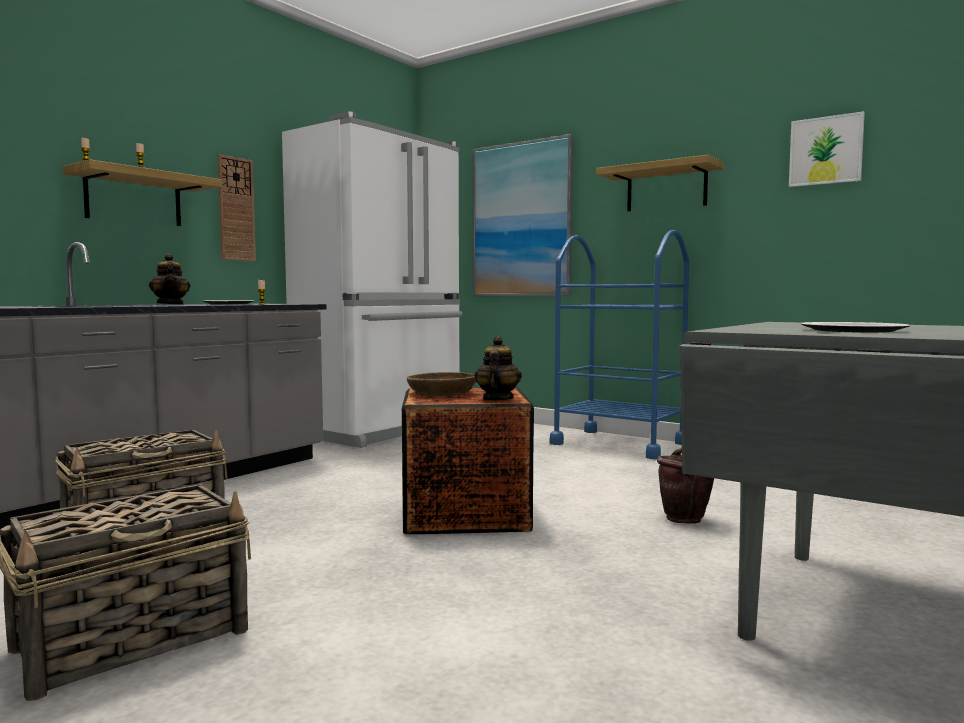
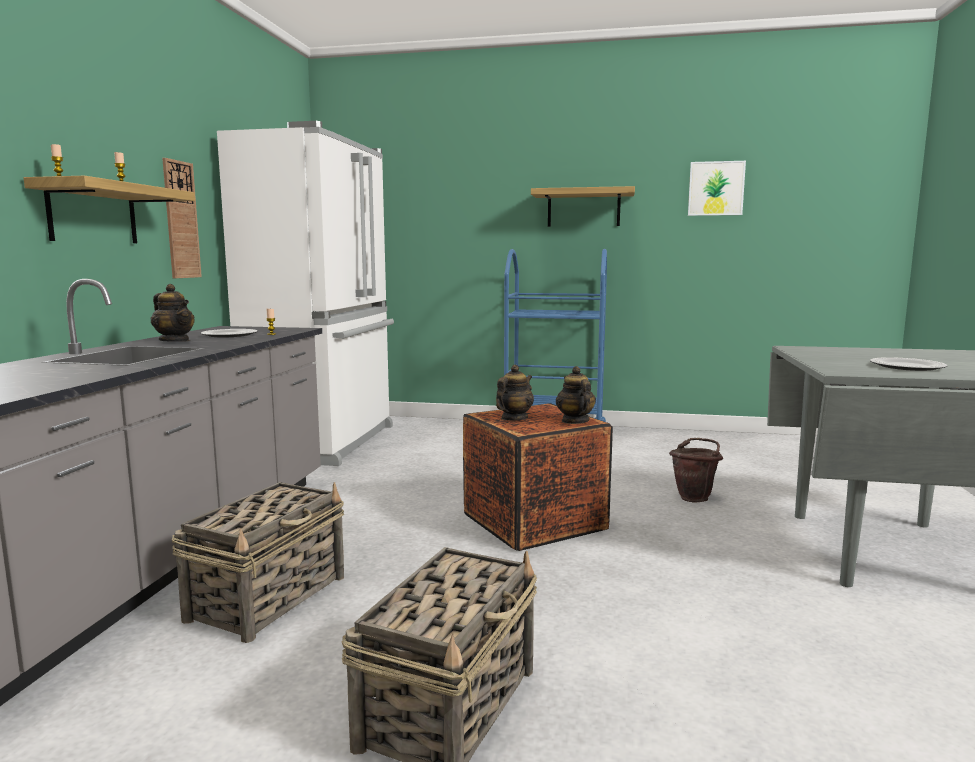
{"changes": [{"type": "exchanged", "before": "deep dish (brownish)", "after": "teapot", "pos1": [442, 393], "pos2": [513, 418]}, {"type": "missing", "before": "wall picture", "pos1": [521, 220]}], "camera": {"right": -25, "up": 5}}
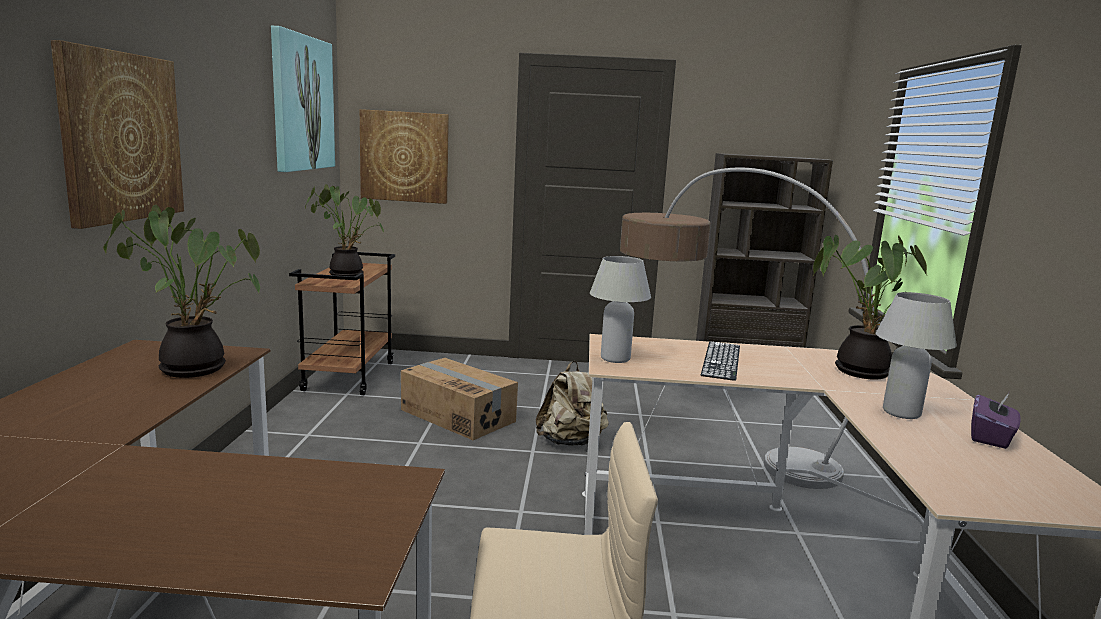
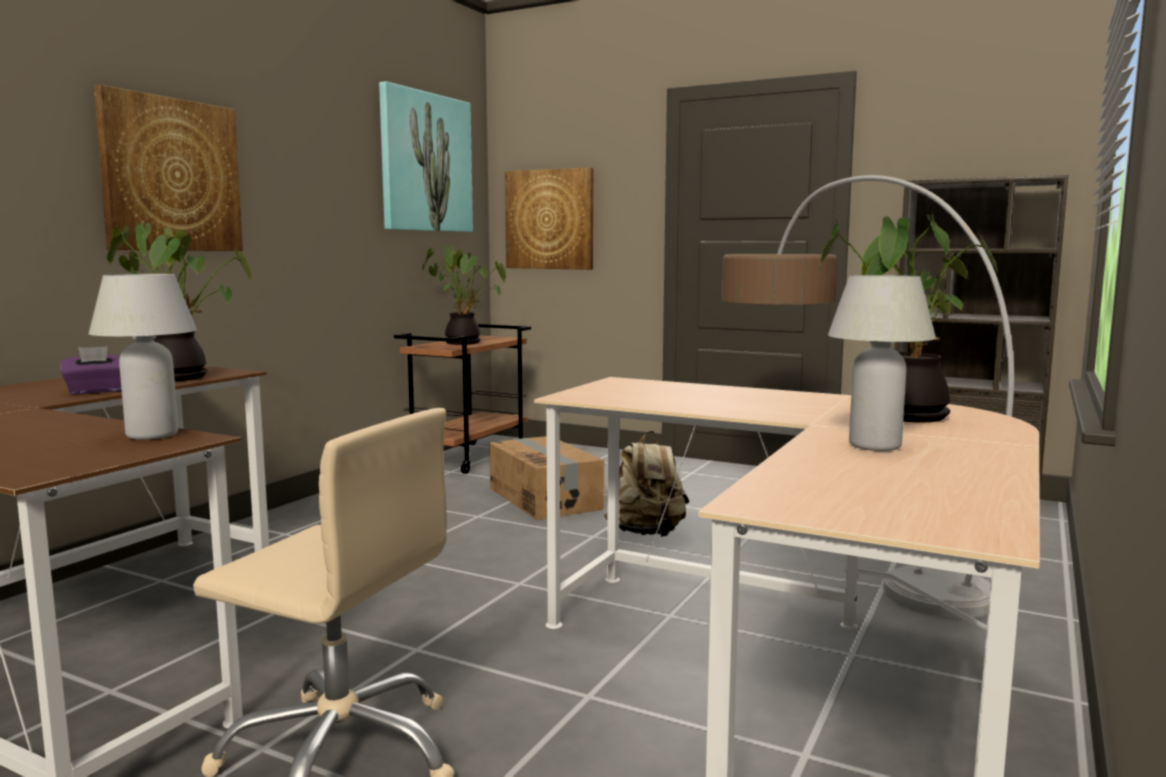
{"changes": [{"type": "relocated", "before": "lamp for a table (whitish)", "pos1": [615, 358], "pos2": [152, 435]}, {"type": "missing", "before": "keyboard", "pos1": [721, 360]}, {"type": "relocated", "before": "tissue holder (purplish)", "pos1": [990, 437], "pos2": [96, 391]}], "camera": {"right": 25, "up": -5}}
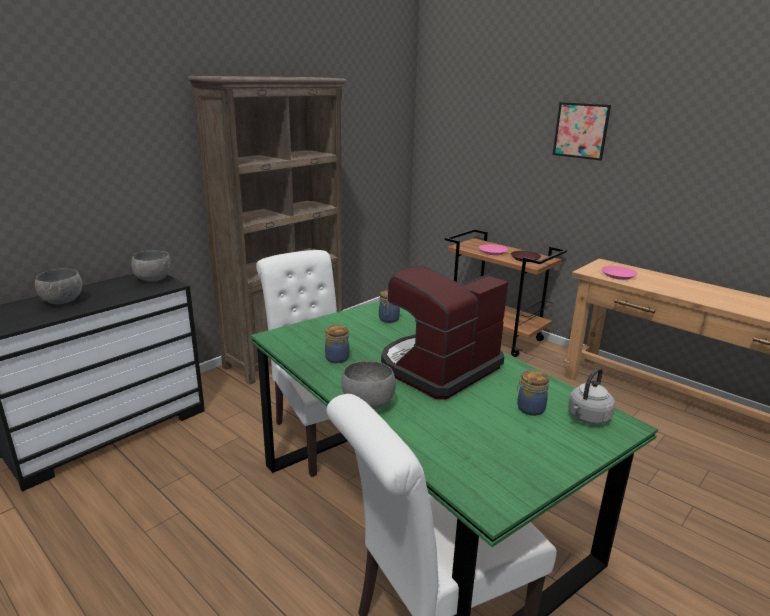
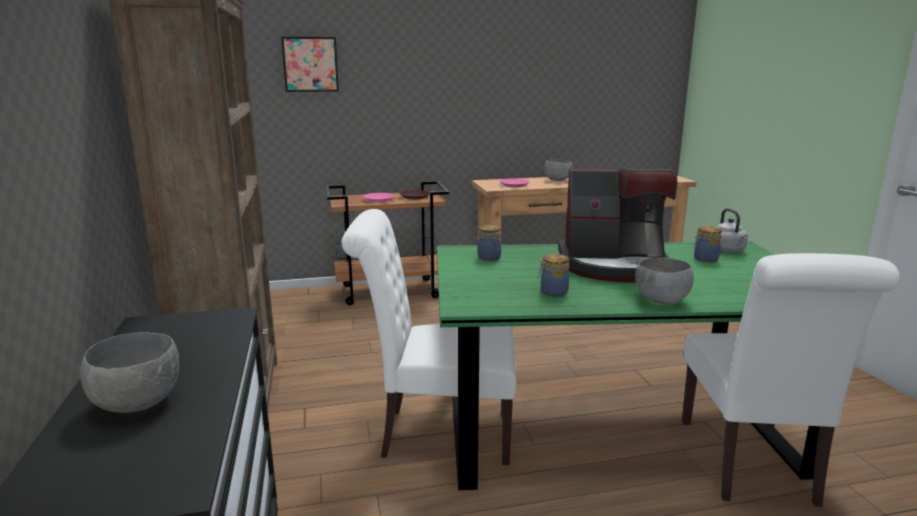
{"changes": [{"type": "relocated", "before": "deep dish (gray)", "pos1": [154, 279], "pos2": [557, 180]}, {"type": "spun", "before": "coffee brewer", "pos1": [438, 368], "pos2": [614, 266], "turn": -75}, {"type": "relocated", "before": "wall picture", "pos1": [581, 130], "pos2": [310, 64]}], "camera": {"right": -55, "up": -5}}
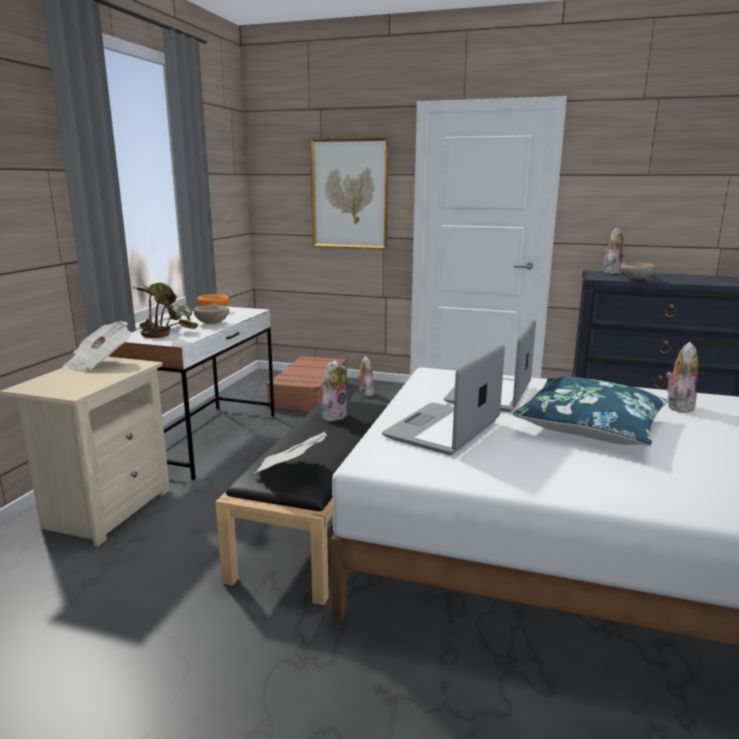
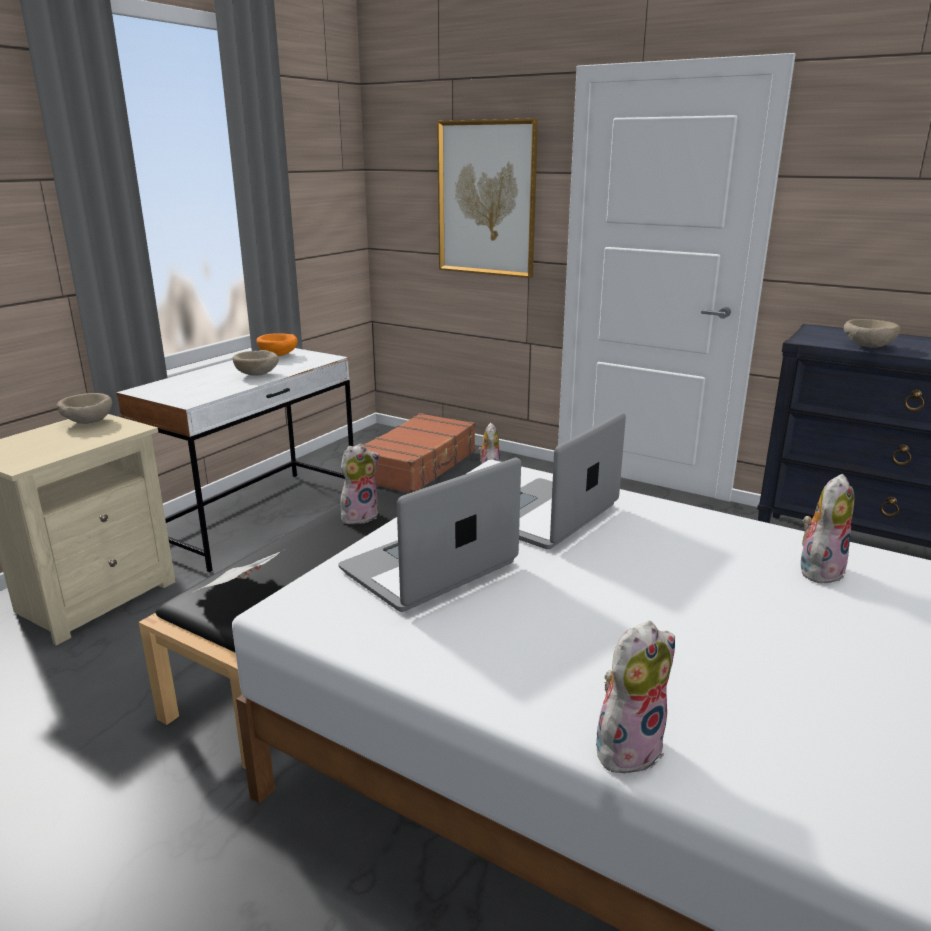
{"changes": [{"type": "exchanged", "before": "newspaper", "after": "deep dish (beige)", "pos1": [99, 363], "pos2": [87, 423]}, {"type": "missing", "before": "houseplant", "pos1": [166, 330]}, {"type": "missing", "before": "pillow (blue-coloured)", "pos1": [590, 426]}, {"type": "relocated", "before": "plush toy", "pos1": [611, 272], "pos2": [628, 746]}], "camera": {"right": 15, "up": 5}}
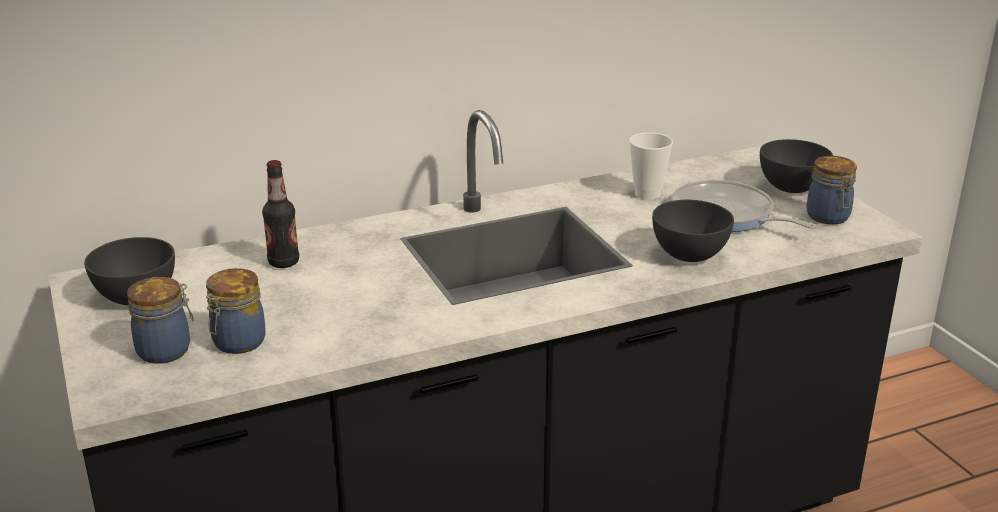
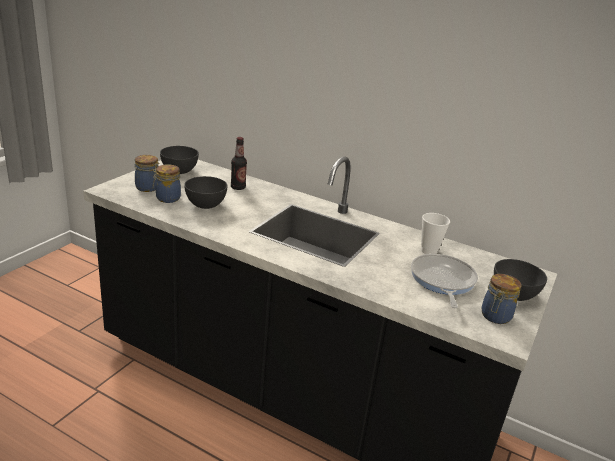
{"changes": [{"type": "relocated", "before": "deep dish (gray)", "pos1": [689, 255], "pos2": [205, 205]}], "camera": {"right": 50, "up": 0}}
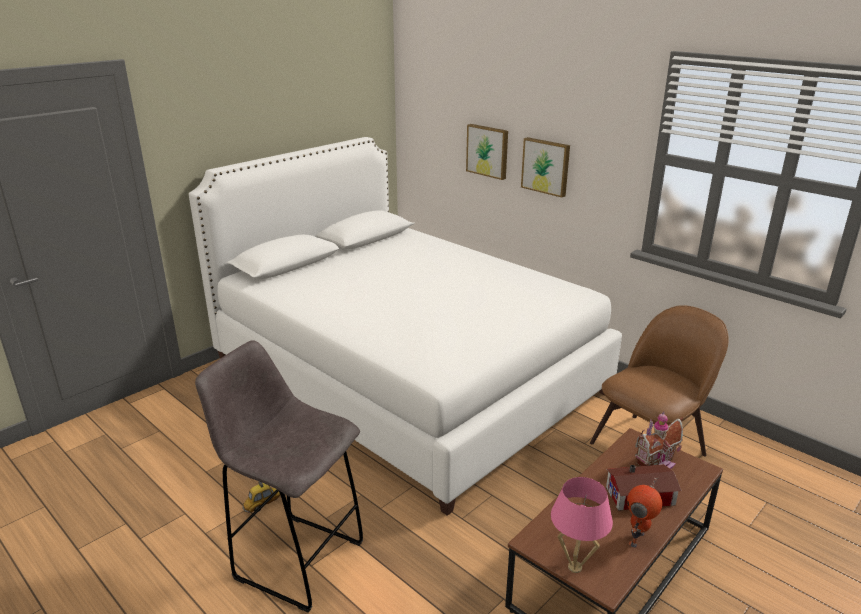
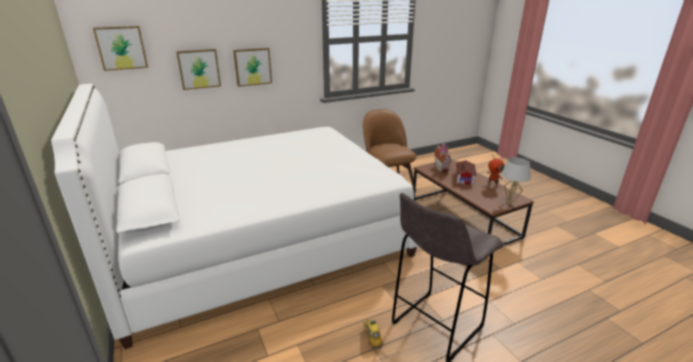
{"changes": [{"type": "colour", "before": "lamp for a table (pink)", "after": "lamp for a table (whitish)", "pos1": [575, 567], "pos2": [509, 203]}, {"type": "appeared", "after": "wall picture", "pos2": [121, 48]}], "camera": {"right": -70, "up": 0}}
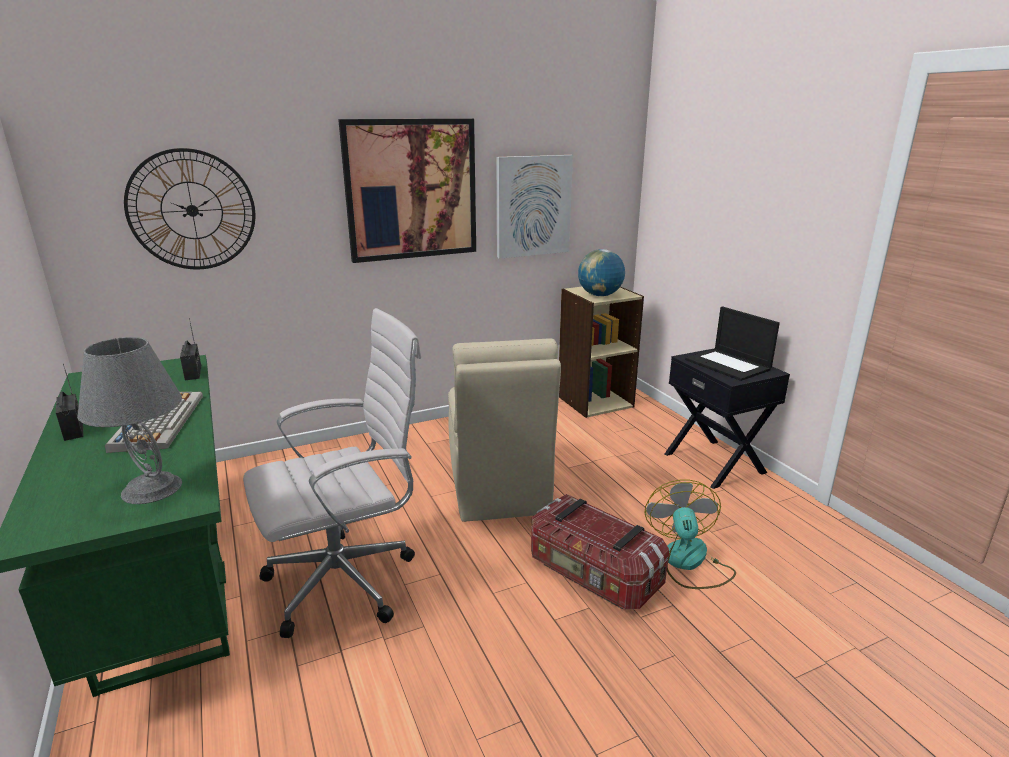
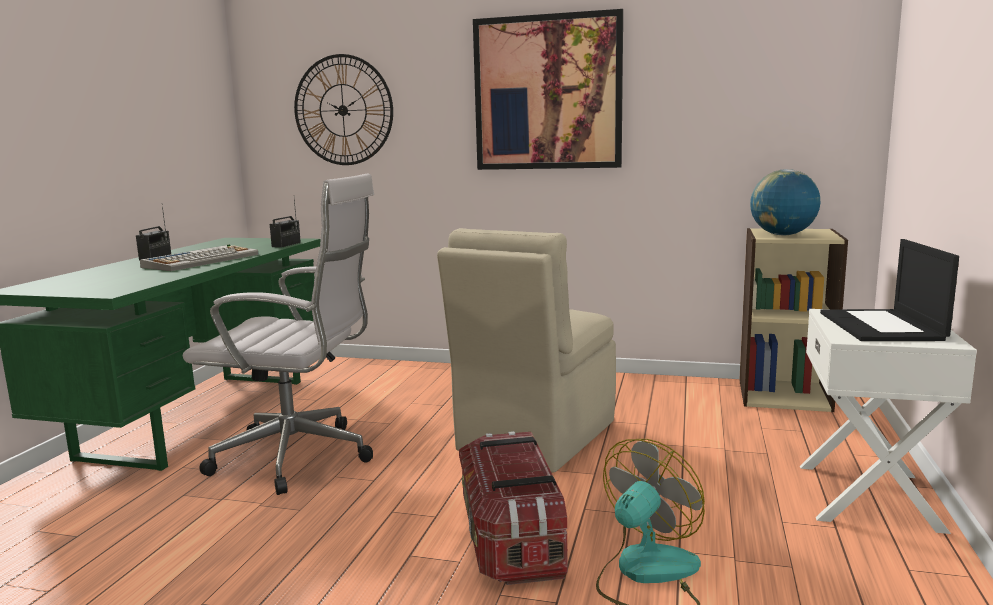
{"changes": [{"type": "missing", "before": "lamp for a table (gray)", "pos1": [151, 488]}, {"type": "missing", "before": "wall picture", "pos1": [533, 206]}, {"type": "colour", "before": "nightstand (black-coloured)", "after": "nightstand (whitish)", "pos1": [715, 463], "pos2": [870, 497]}], "camera": {"right": 40, "up": -10}}
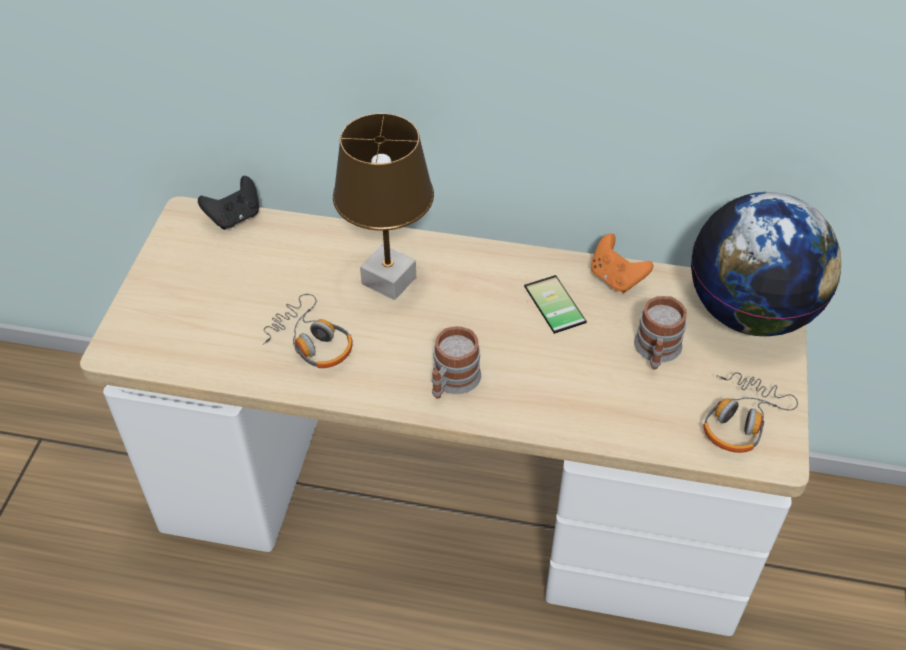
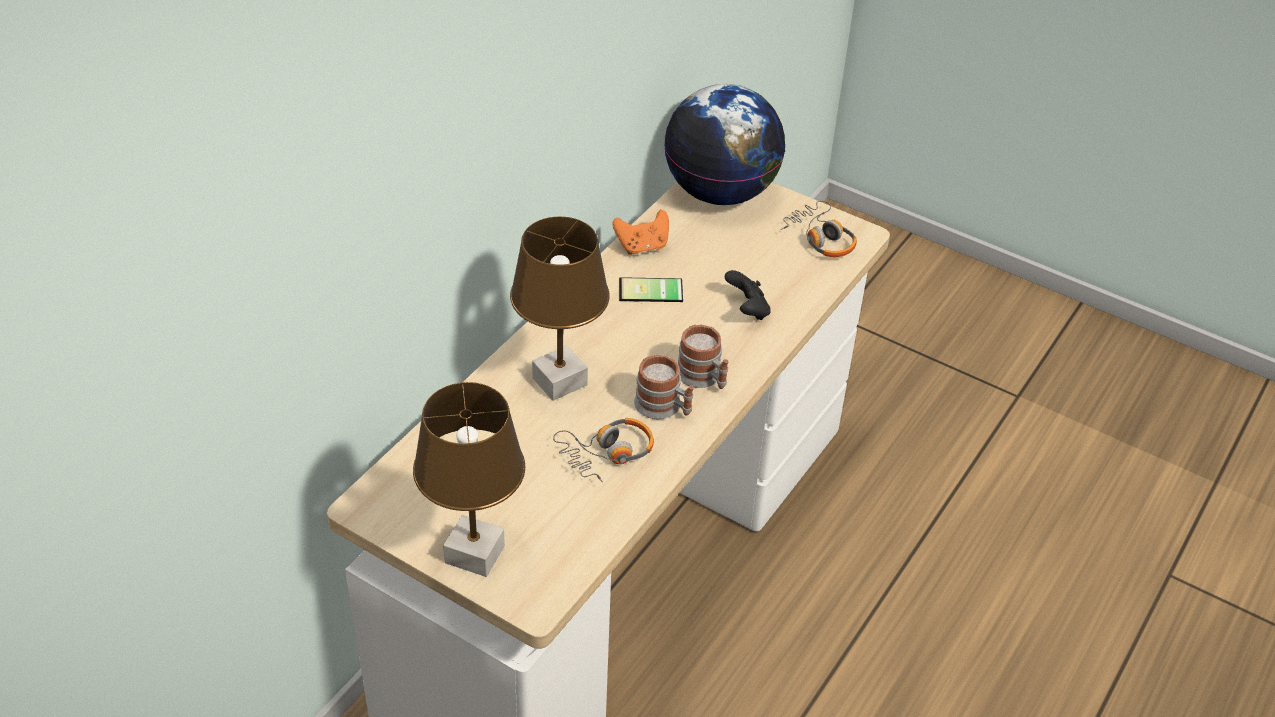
{"changes": [{"type": "relocated", "before": "joypad (black-coloured)", "pos1": [235, 217], "pos2": [747, 310]}, {"type": "relocated", "before": "coffee mug", "pos1": [656, 351], "pos2": [664, 407]}, {"type": "appeared", "after": "lamp for a table (brownish)", "pos2": [475, 554]}], "camera": {"right": -70, "up": -5}}
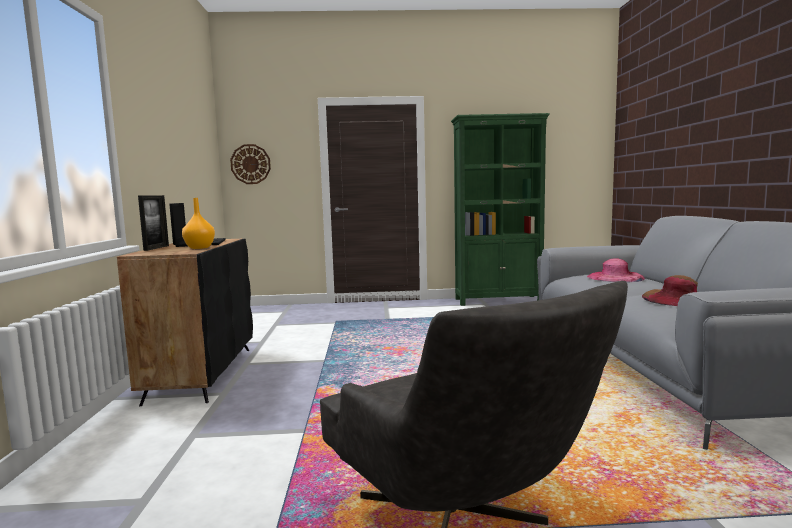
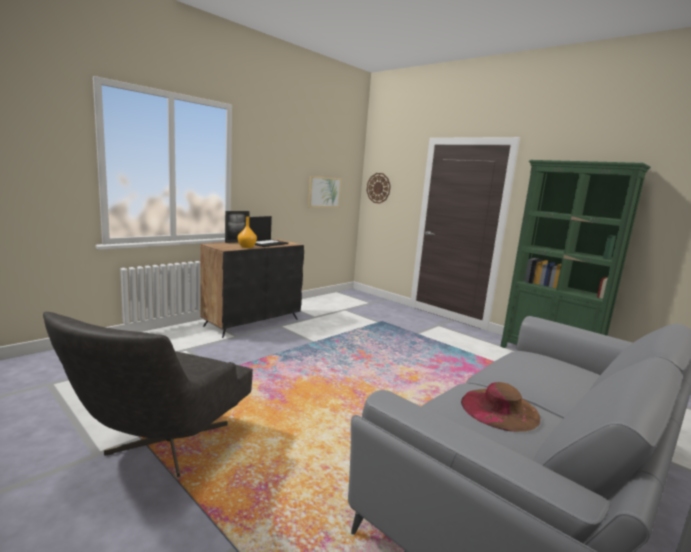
{"changes": [{"type": "missing", "before": "hat (pink)", "pos1": [615, 277]}, {"type": "appeared", "after": "wall picture", "pos2": [324, 192]}], "camera": {"right": 45, "up": 5}}
